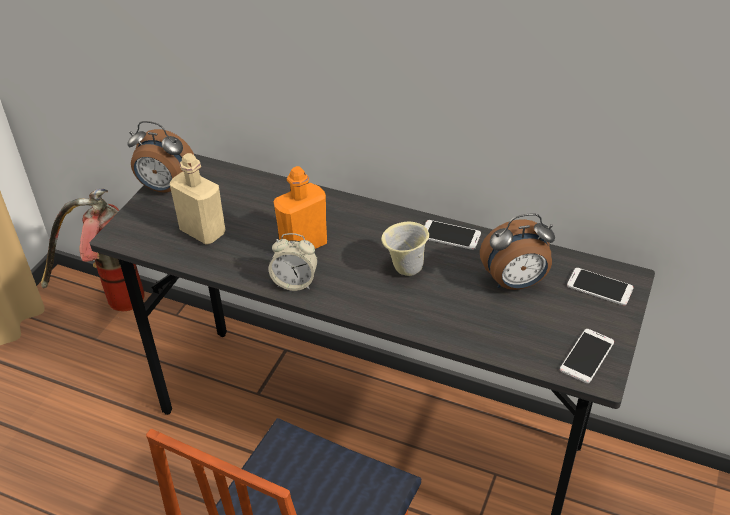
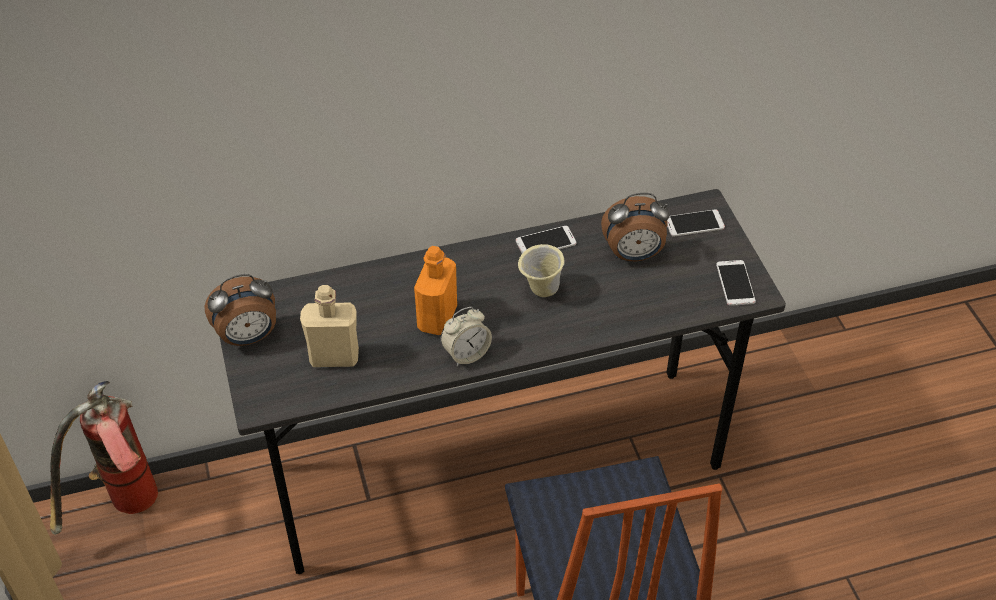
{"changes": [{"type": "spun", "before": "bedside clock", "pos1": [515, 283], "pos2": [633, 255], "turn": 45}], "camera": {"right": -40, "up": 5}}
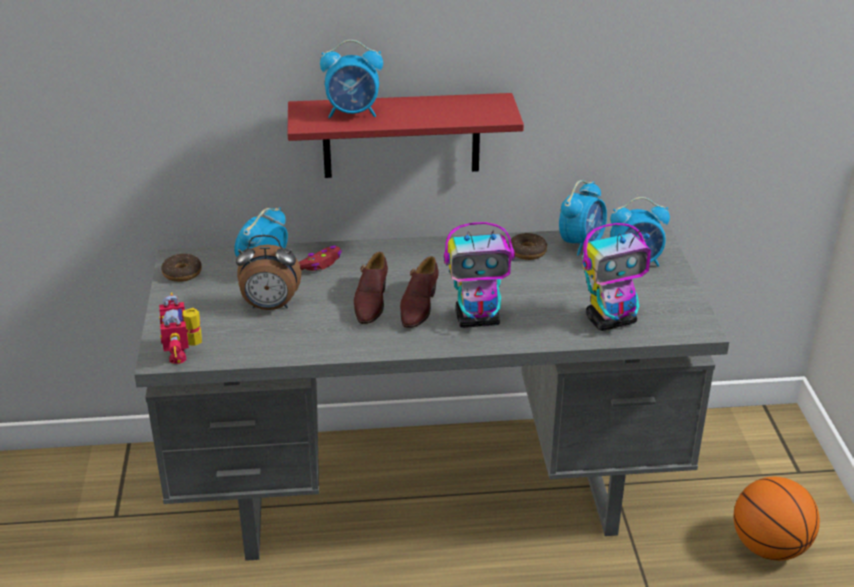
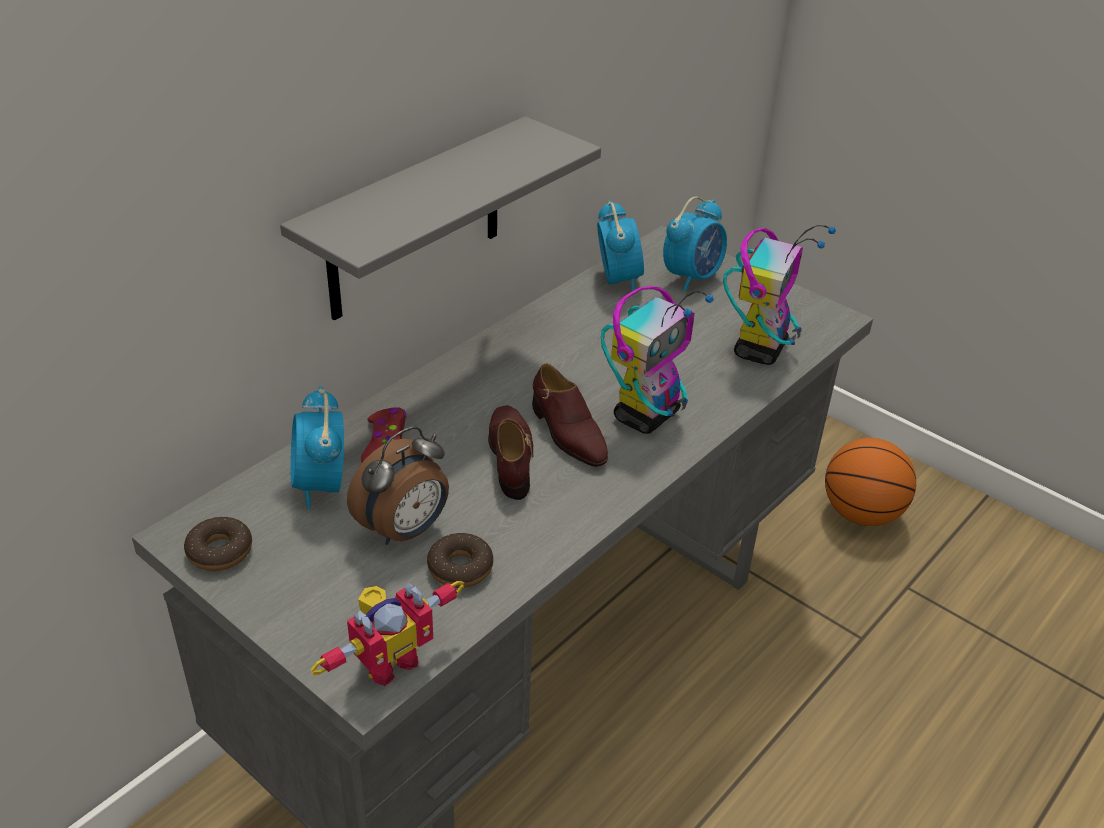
{"changes": [{"type": "spun", "before": "model robot", "pos1": [184, 353], "pos2": [388, 660], "turn": -75}, {"type": "colour", "before": "shelf (red)", "after": "shelf (gray)", "pos1": [401, 135], "pos2": [415, 221]}, {"type": "missing", "before": "bedside clock", "pos1": [353, 113]}, {"type": "spun", "before": "low shoe (brownish)", "pos1": [371, 302], "pos2": [511, 457], "turn": -150}, {"type": "relocated", "before": "donut", "pos1": [527, 252], "pos2": [460, 568]}], "camera": {"right": -45, "up": 5}}
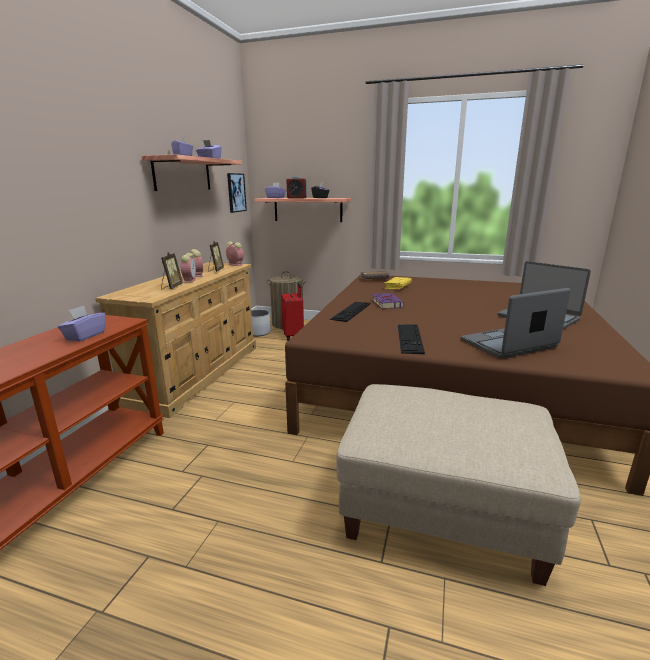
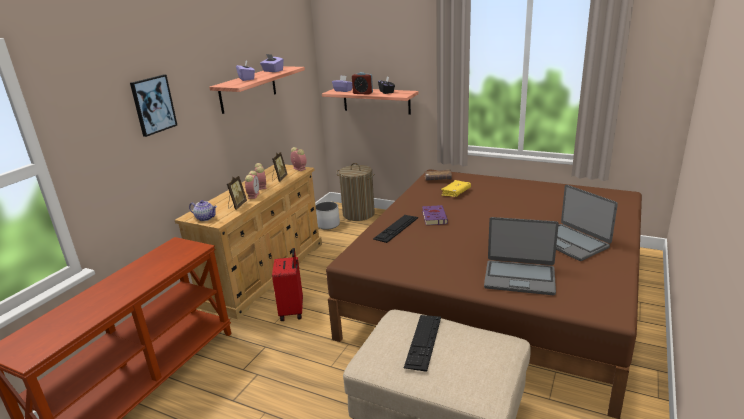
{"changes": [{"type": "missing", "before": "tissue holder (purplish)", "pos1": [85, 336]}, {"type": "relocated", "before": "wall picture", "pos1": [236, 192], "pos2": [153, 105]}, {"type": "relocated", "before": "travel case (red)", "pos1": [294, 336], "pos2": [292, 311]}, {"type": "relocated", "before": "keyboard", "pos1": [409, 338], "pos2": [423, 341]}, {"type": "spun", "before": "laptop", "pos1": [509, 344], "pos2": [519, 277], "turn": -150}, {"type": "appeared", "after": "teapot", "pos2": [205, 218]}], "camera": {"right": 10, "up": 5}}
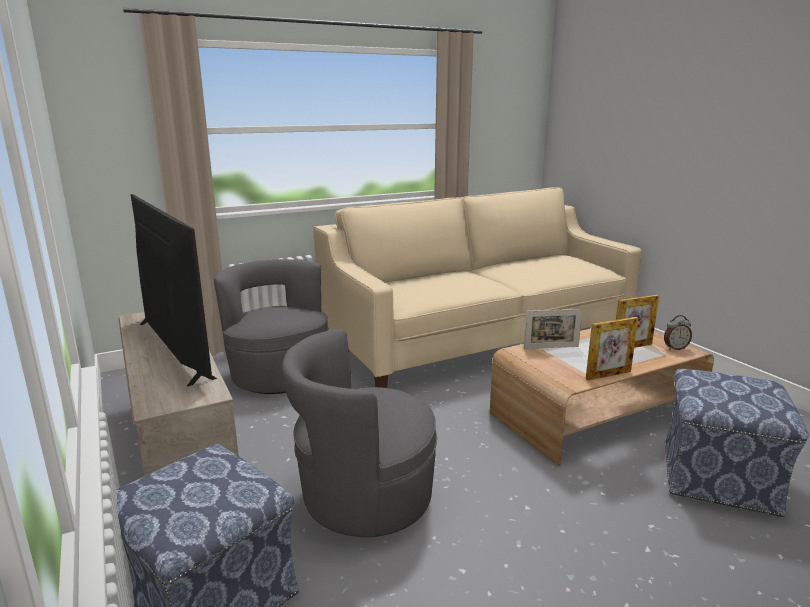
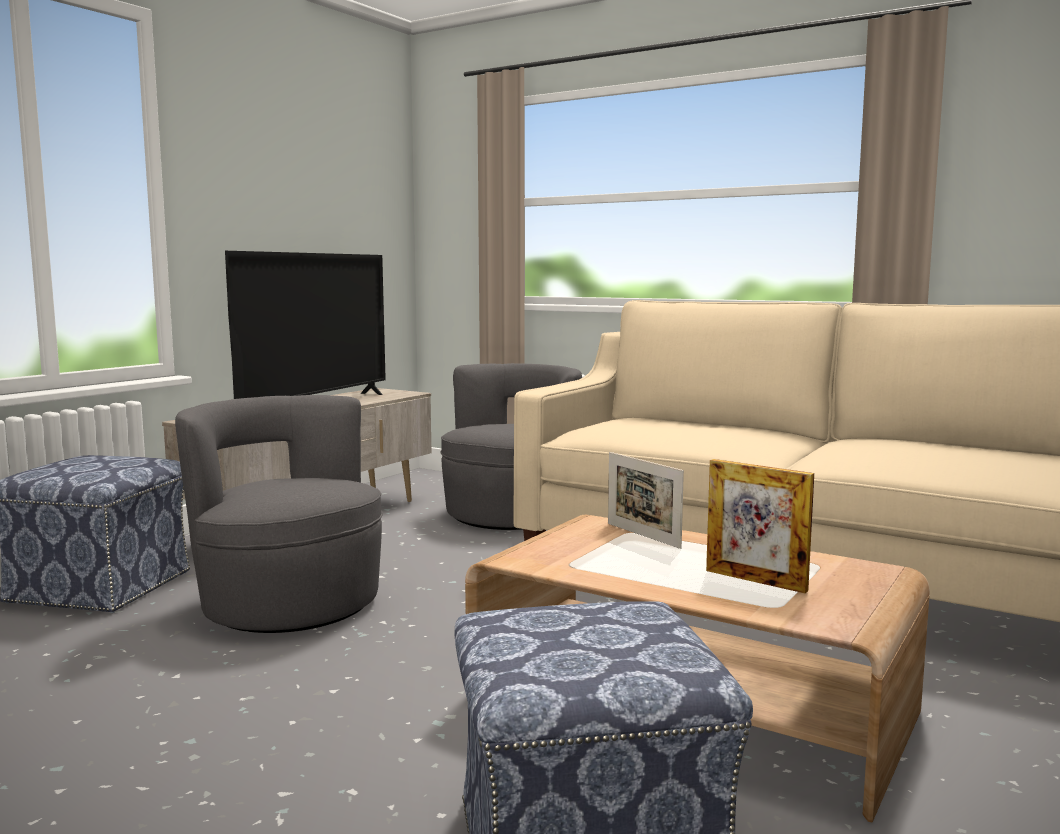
{"changes": [{"type": "missing", "before": "picture frame", "pos1": [608, 375]}, {"type": "missing", "before": "bedside clock", "pos1": [675, 348]}], "camera": {"right": 60, "up": -10}}
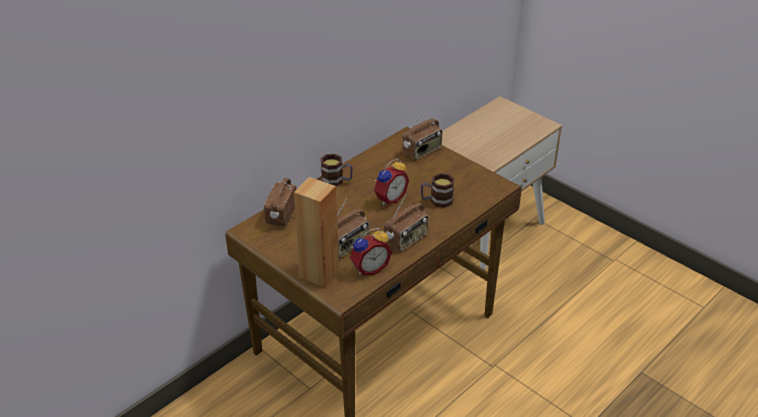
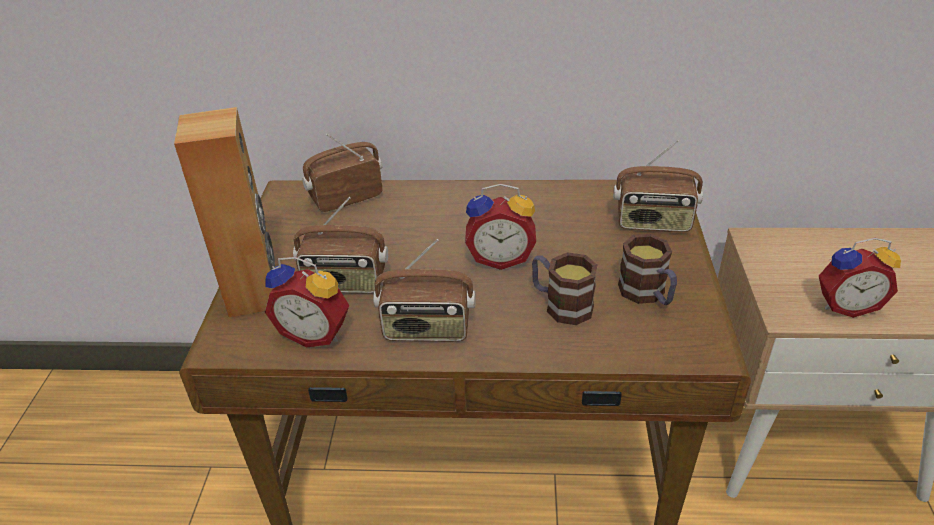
{"changes": [{"type": "relocated", "before": "coffee mug", "pos1": [337, 181], "pos2": [647, 294]}, {"type": "appeared", "after": "bedside clock", "pos2": [845, 305]}], "camera": {"right": 50, "up": 0}}
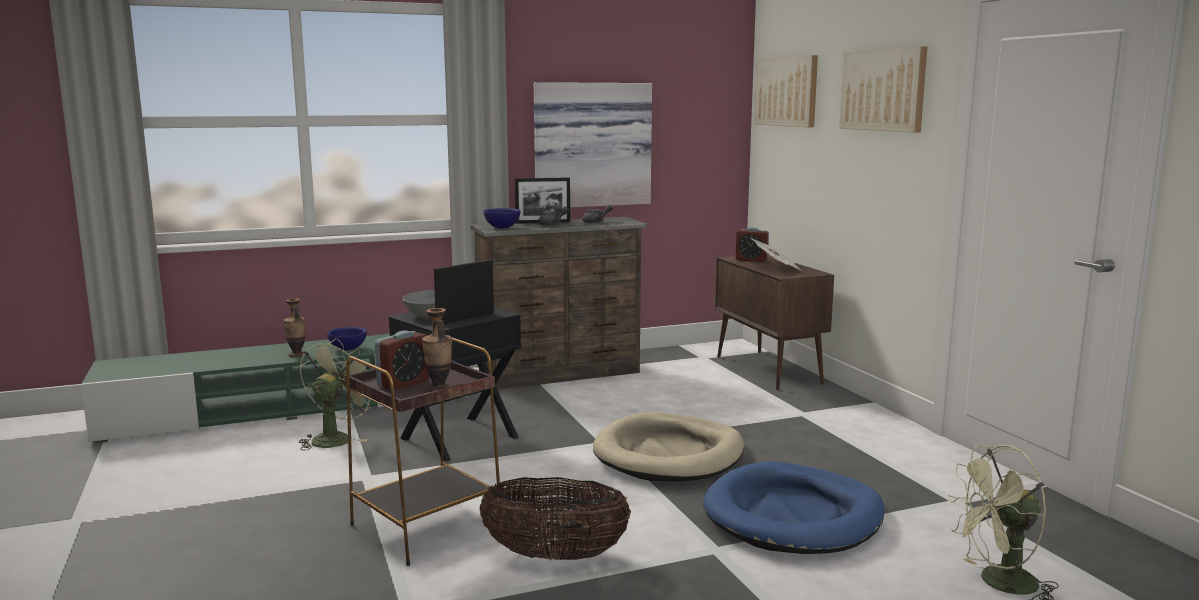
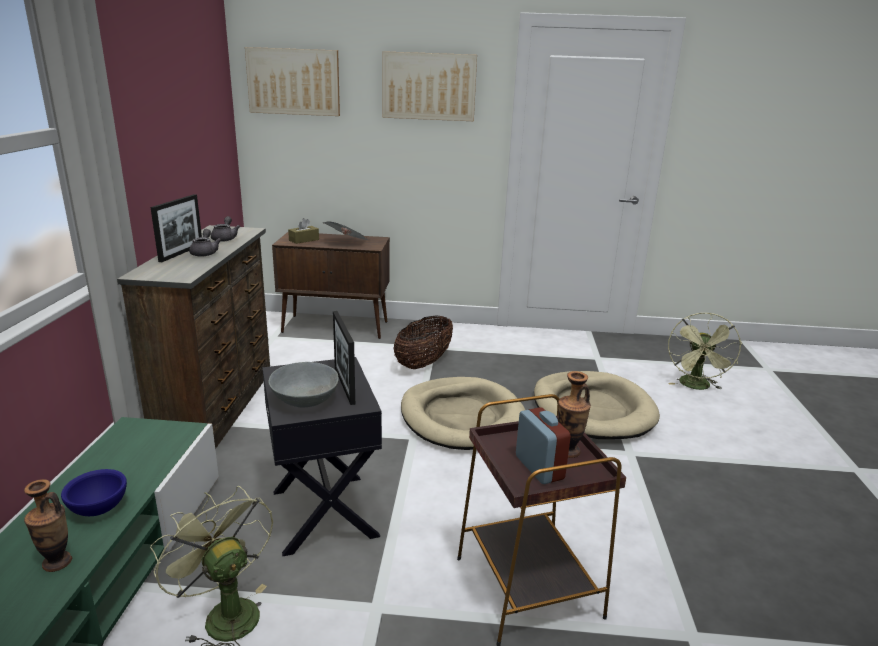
{"changes": [{"type": "relocated", "before": "basket", "pos1": [555, 556], "pos2": [423, 363]}, {"type": "missing", "before": "deep dish (blue-coloured)", "pos1": [501, 228]}, {"type": "missing", "before": "wall picture", "pos1": [591, 145]}, {"type": "colour", "before": "pet bed (blue-coloured)", "after": "pet bed (beige)", "pos1": [793, 516], "pos2": [593, 409]}, {"type": "exchanged", "before": "bedside clock", "after": "tissue holder (brownish)", "pos1": [751, 260], "pos2": [304, 240]}], "camera": {"right": -65, "up": 10}}
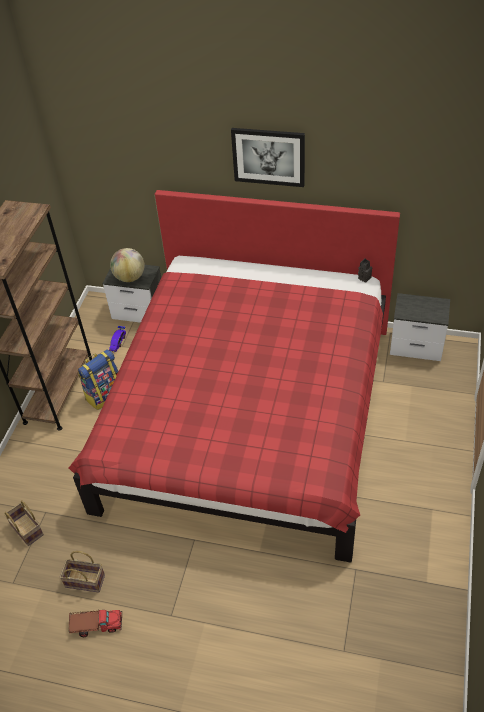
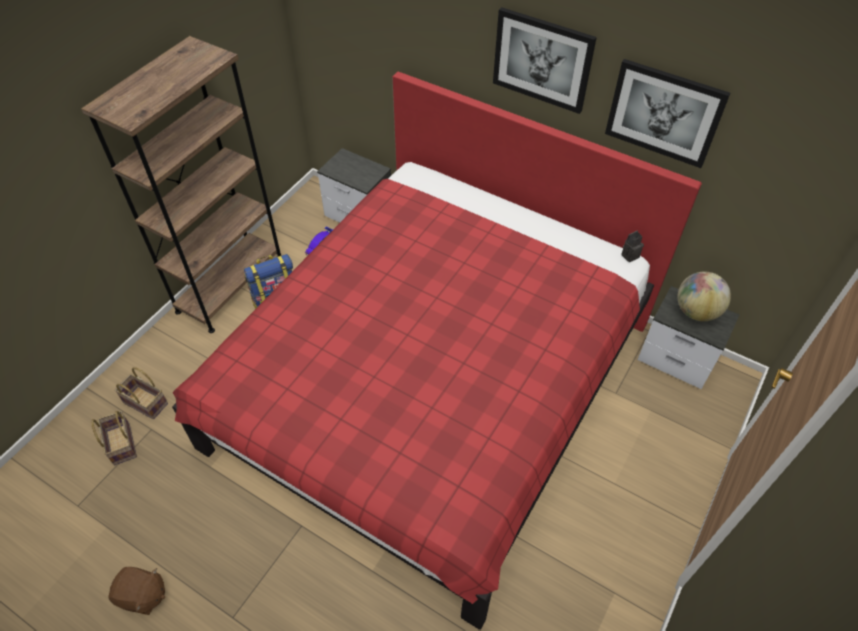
{"changes": [{"type": "relocated", "before": "basket", "pos1": [86, 580], "pos2": [147, 403]}, {"type": "exchanged", "before": "model truck", "after": "plush toy (brownish)", "pos1": [96, 625], "pos2": [142, 596]}, {"type": "relocated", "before": "globe", "pos1": [130, 277], "pos2": [696, 311]}, {"type": "appeared", "after": "wall picture", "pos2": [664, 113]}], "camera": {"right": 15, "up": 5}}
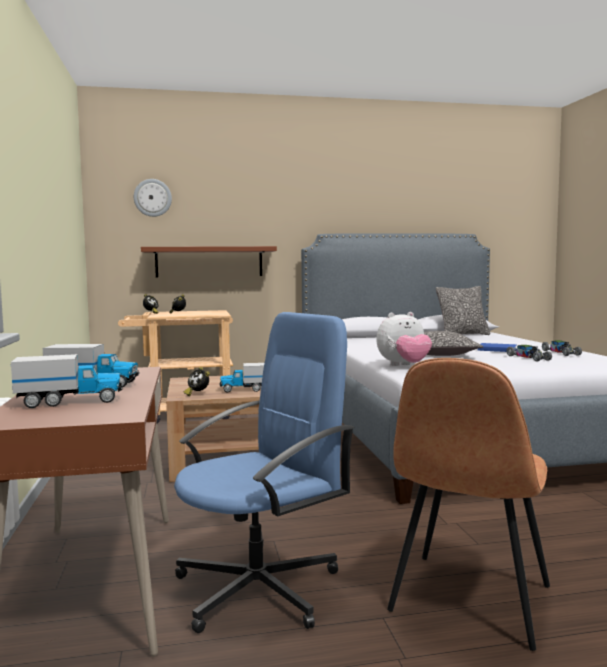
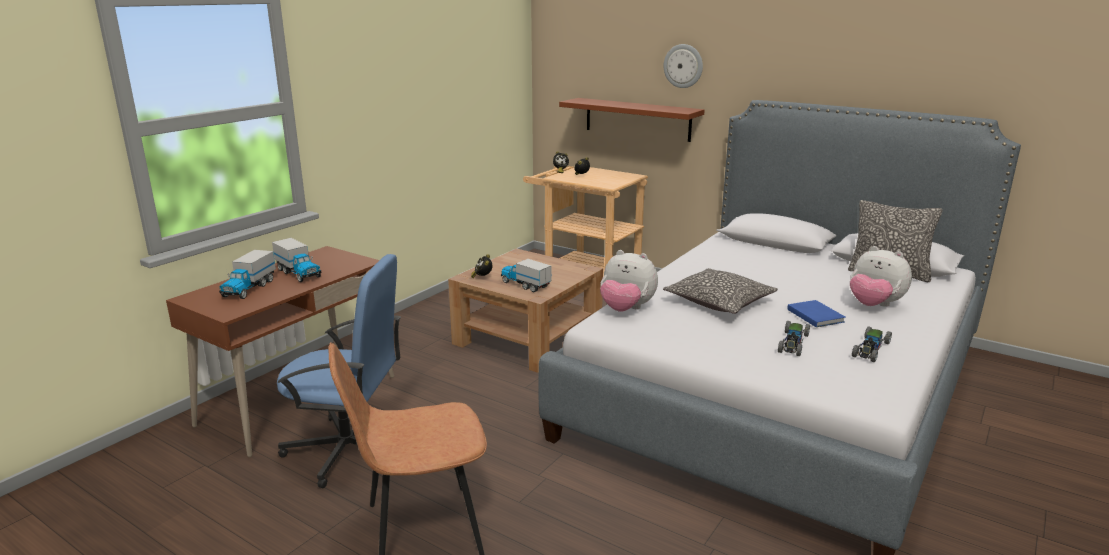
{"changes": [{"type": "spun", "before": "model truck", "pos1": [70, 401], "pos2": [249, 288], "turn": 75}, {"type": "relocated", "before": "wall clock", "pos1": [152, 197], "pos2": [683, 66]}, {"type": "appeared", "after": "plush toy", "pos2": [874, 305]}], "camera": {"right": 45, "up": 15}}
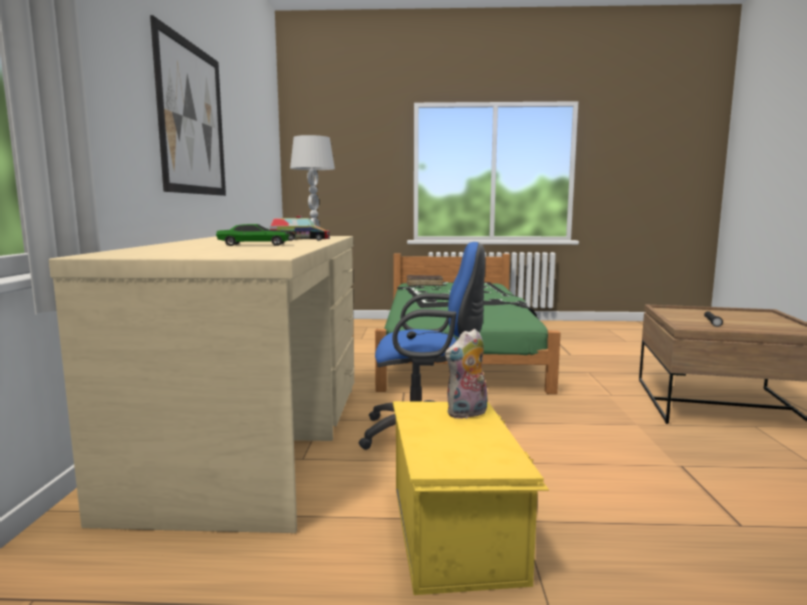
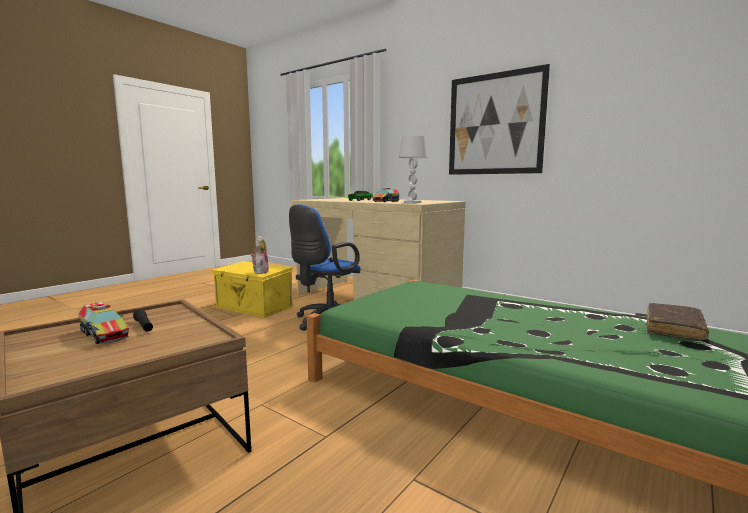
{"changes": [{"type": "appeared", "after": "model truck", "pos2": [104, 334]}], "camera": {"right": 125, "up": 0}}
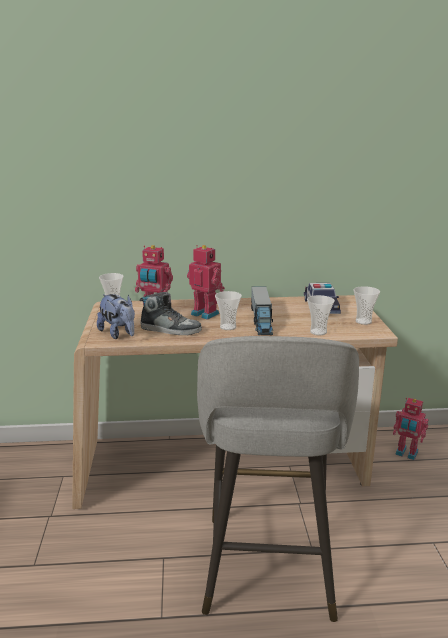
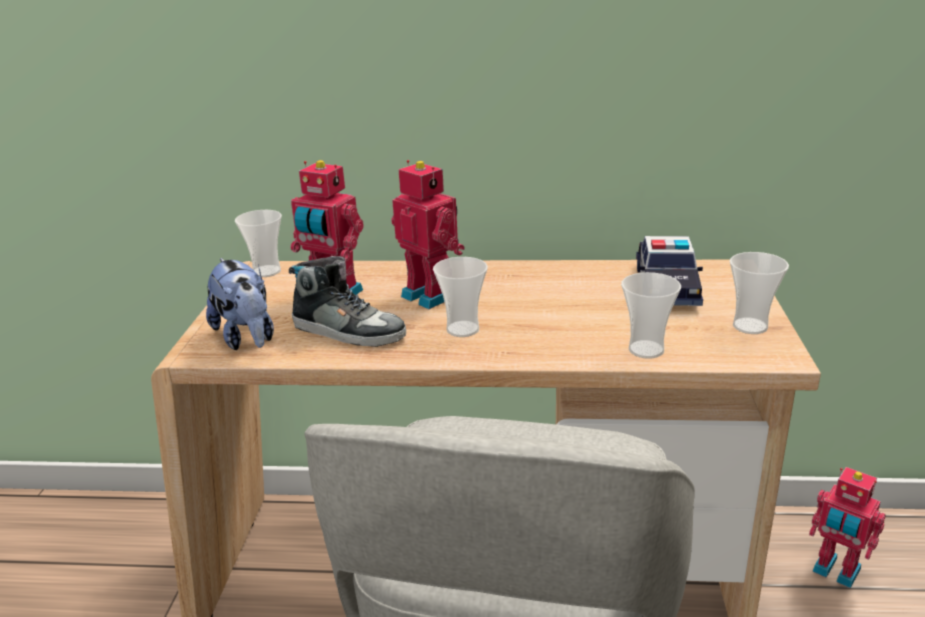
{"changes": [{"type": "missing", "before": "model truck", "pos1": [261, 320]}], "camera": {"right": 10, "up": 5}}
